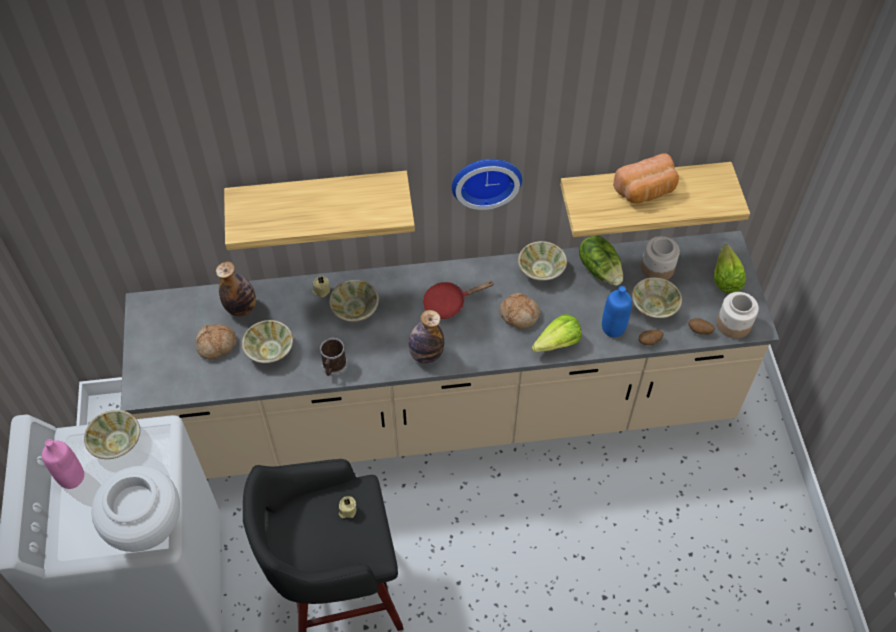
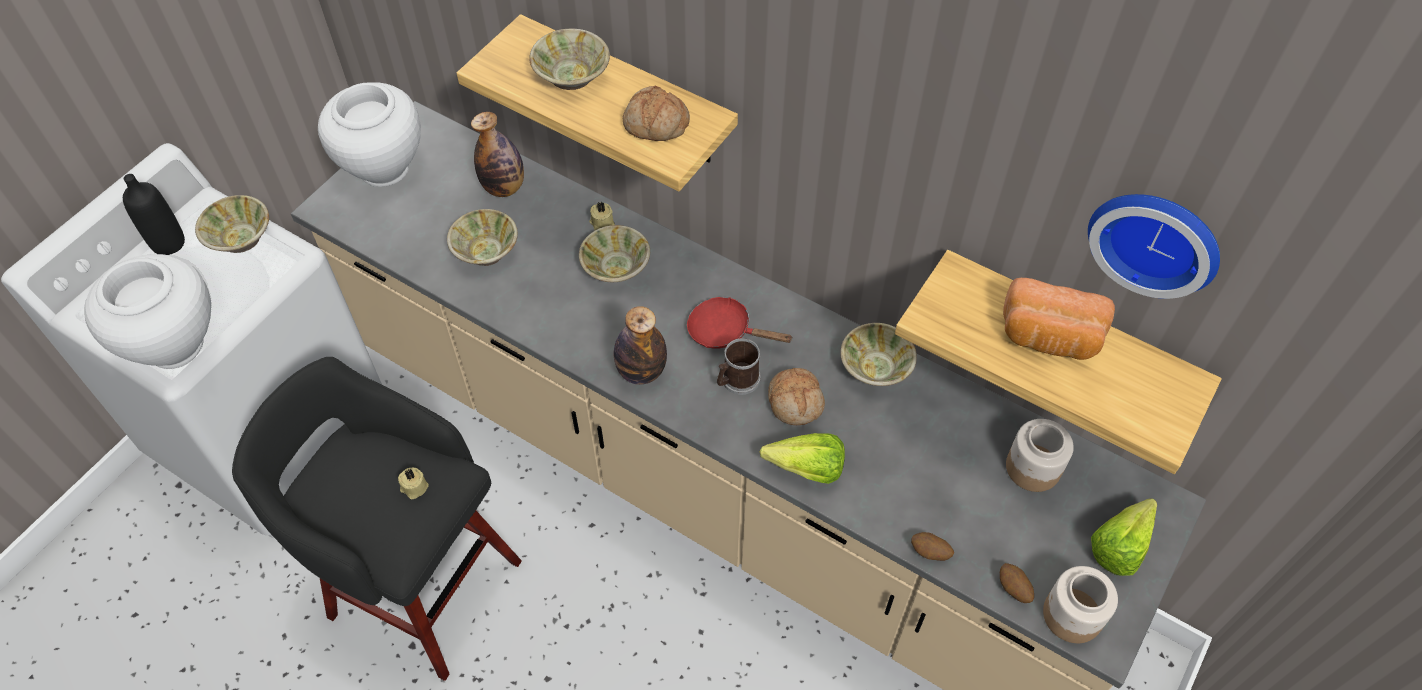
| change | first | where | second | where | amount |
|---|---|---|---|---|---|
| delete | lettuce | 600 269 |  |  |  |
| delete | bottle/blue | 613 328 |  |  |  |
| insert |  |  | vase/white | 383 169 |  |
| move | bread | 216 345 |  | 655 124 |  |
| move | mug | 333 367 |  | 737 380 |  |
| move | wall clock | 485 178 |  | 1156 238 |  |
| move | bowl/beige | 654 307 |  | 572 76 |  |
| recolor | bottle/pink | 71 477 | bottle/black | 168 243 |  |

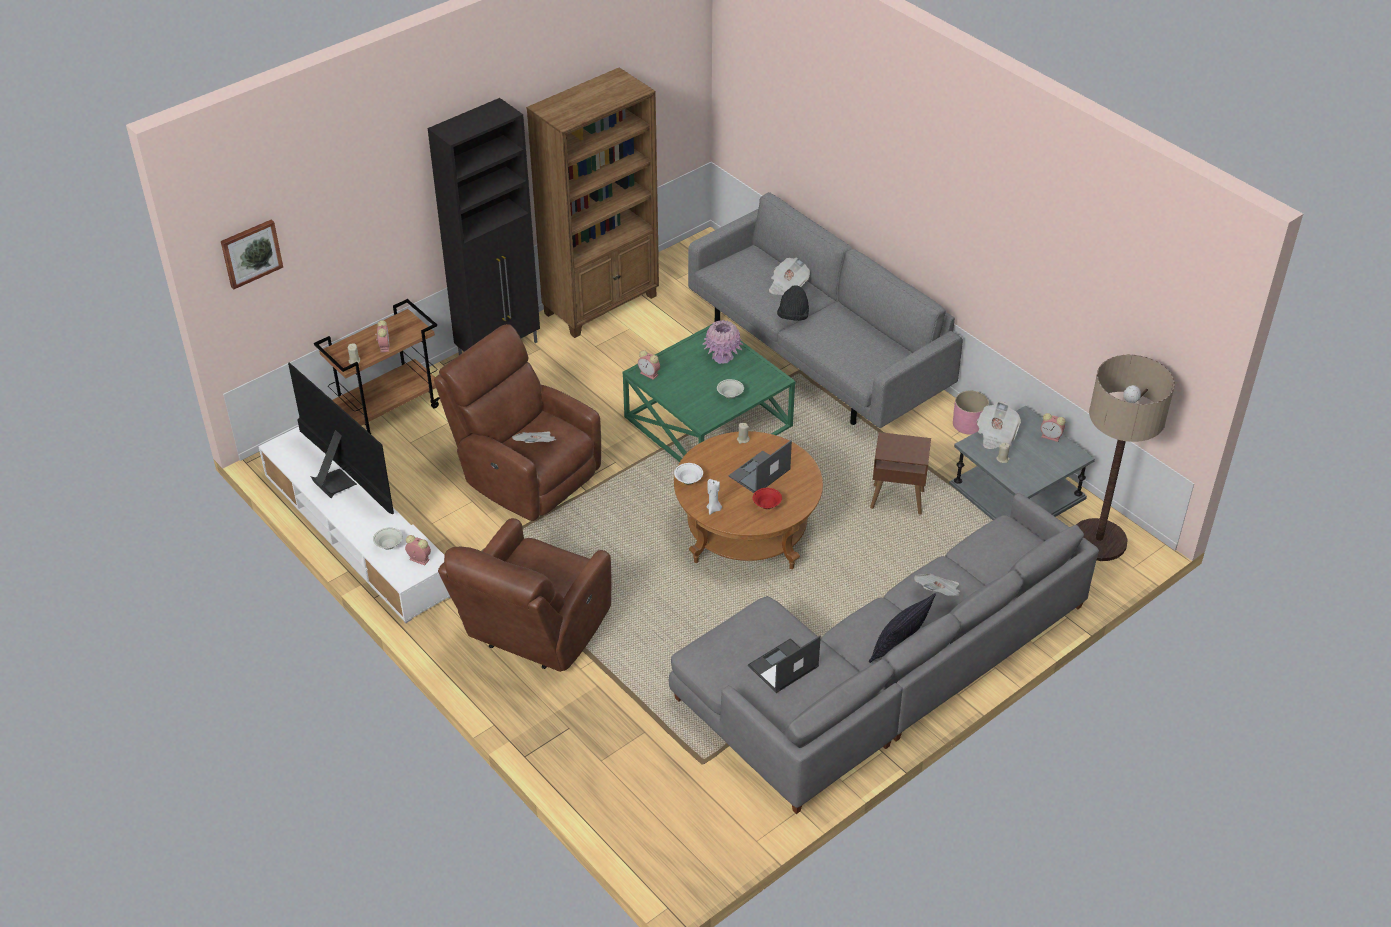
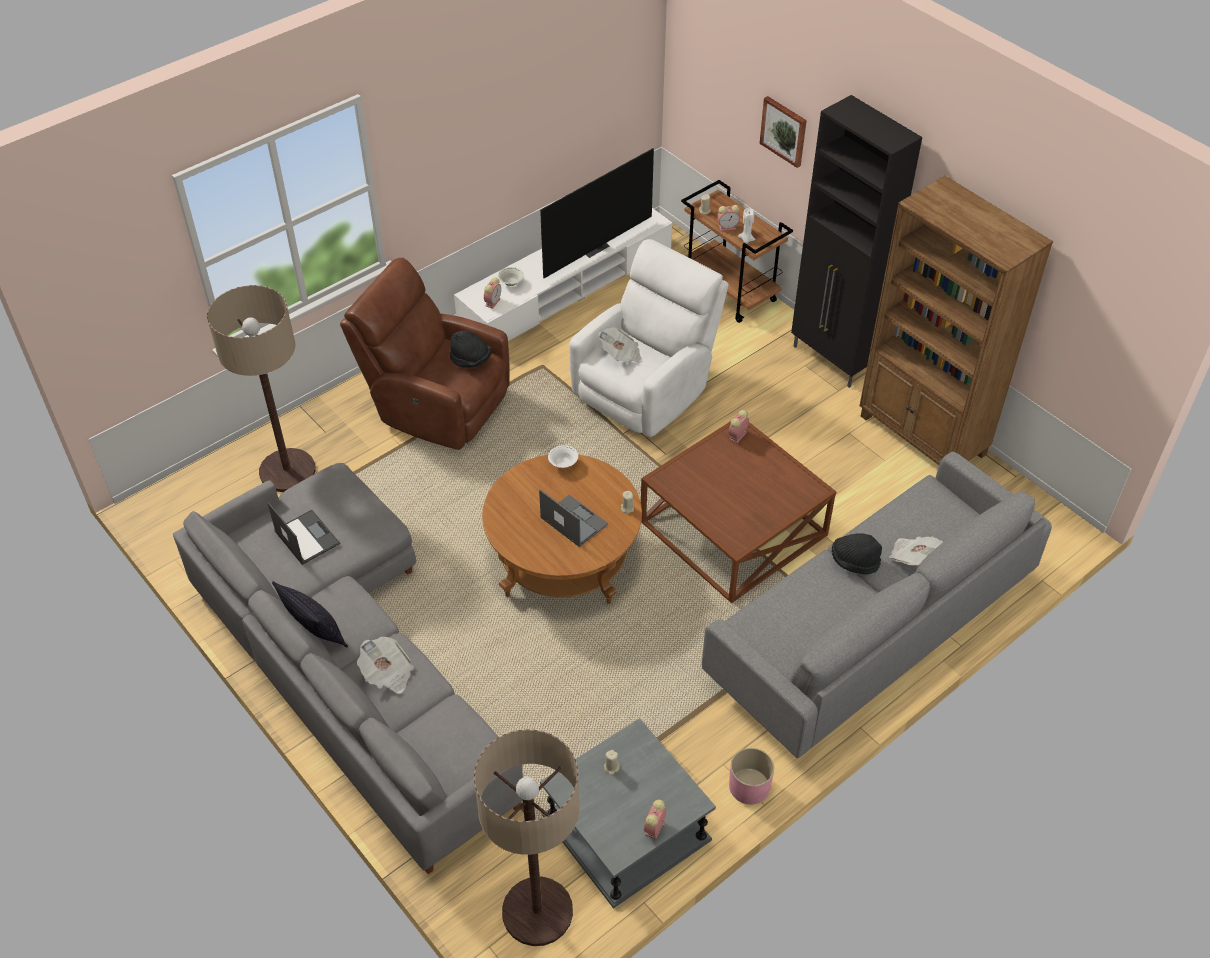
| change | first | where | second | where | amount |
|---|---|---|---|---|---|
| delete | vase/pink | 722 357 |  |  |  |
| delete | bowl/white | 730 396 |  |  |  |
| delete | bowl/red | 767 505 |  |  |  |
| delete | side table/brown | 896 499 |  |  |  |
| delete | newspaper | 996 435 |  |  |  |
| insert |  |  | floor lamp | 287 471 |  |
| insert |  |  | hat/black | 471 360 |  |
| move | picture | 251 253 |  | 784 131 |  |
| move | candle/white | 713 509 |  | 746 240 |  |
| recolor | armchair/brown | 526 474 | armchair/white | 645 389 |  |
| recolor | coffee table/green | 709 421 | coffee table/brown | 734 529 |  |

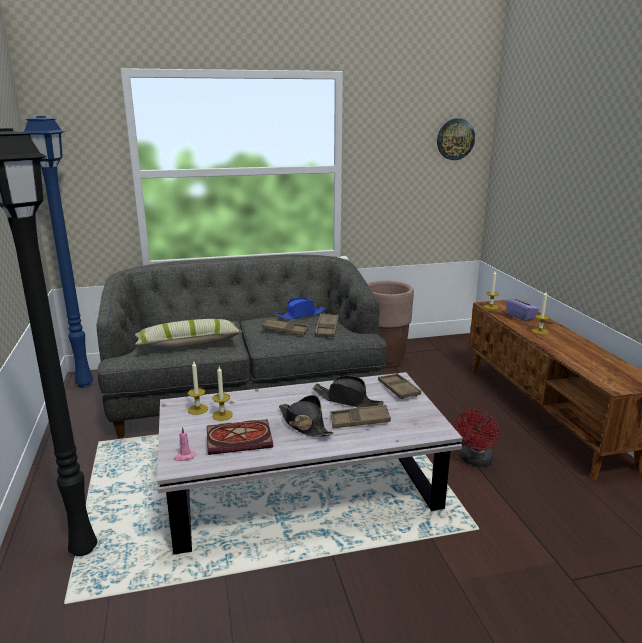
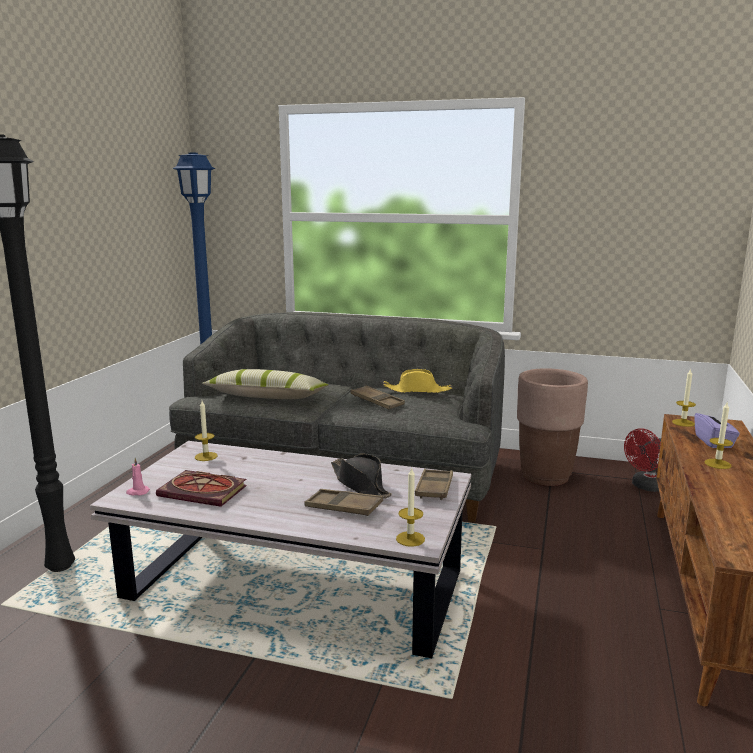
| change | first | where | second | where | amount |
|---|---|---|---|---|---|
| delete | hat/black | 304 424 |  |  |  |
| delete | tray/brown | 327 328 |  |  |  |
| delete | wall clock | 455 139 |  |  |  |
| move | candle | 222 415 |  | 410 539 |  |
| move | fan/red | 475 461 |  | 645 486 |  |
| recolor | hat/blue | 301 315 | hat/yellow | 417 390 |  |

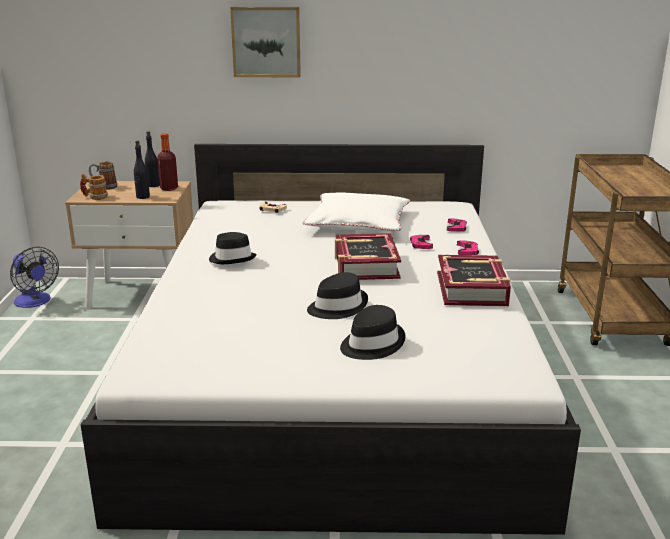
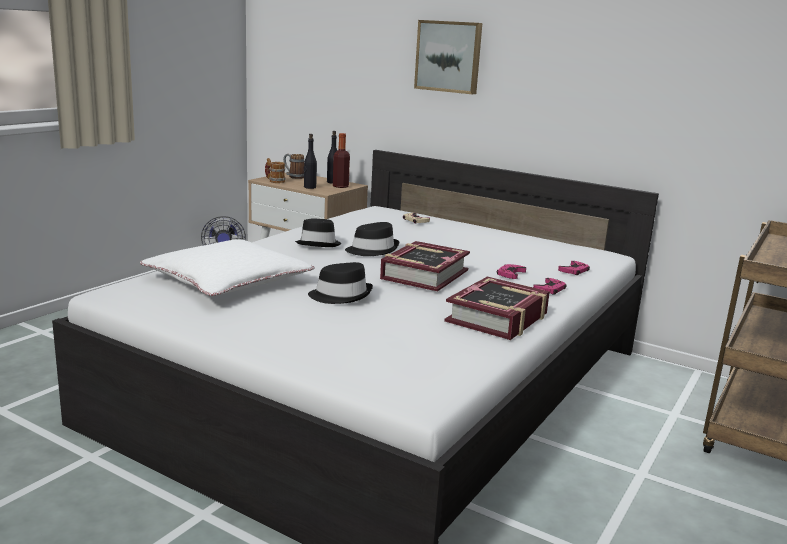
| change | first | where | second | where | amount |
|---|---|---|---|---|---|
| move | pillow/white | 358 222 |  | 228 280 |  |
| move | hat/black | 371 344 |  | 372 250 |  |

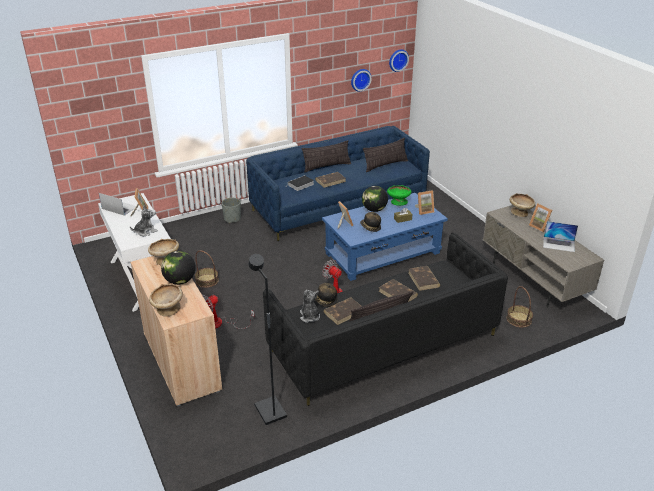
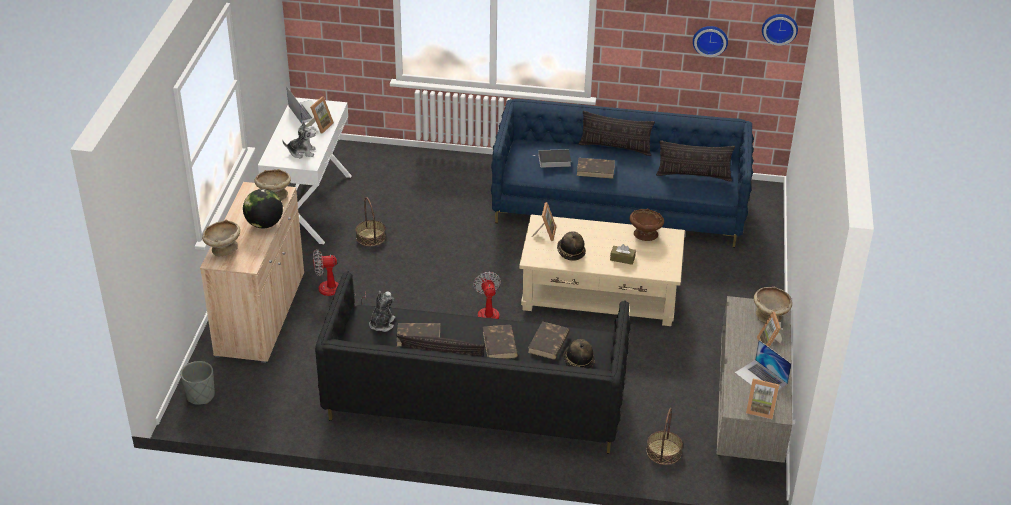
| change | first | where | second | where | amount |
|---|---|---|---|---|---|
| delete | floor lamp/black | 269 411 |  |  |  |
| delete | globe | 374 210 |  |  |  |
| move | planter/grey | 232 219 |  | 200 395 |  |
| move | hat | 325 300 |  | 578 361 |  |
| move | picture frame | 424 210 |  | 760 409 |  |
| recolor | coffee table/blue | 383 253 | coffee table/beige | 600 294 |  |
| recolor | bowl/green | 398 202 | bowl/brown | 645 234 |  |

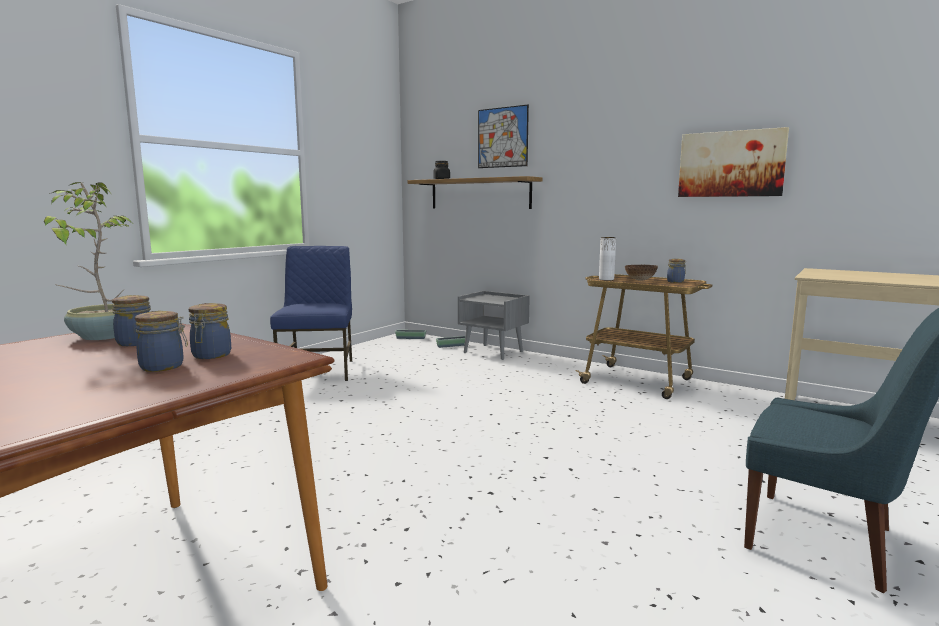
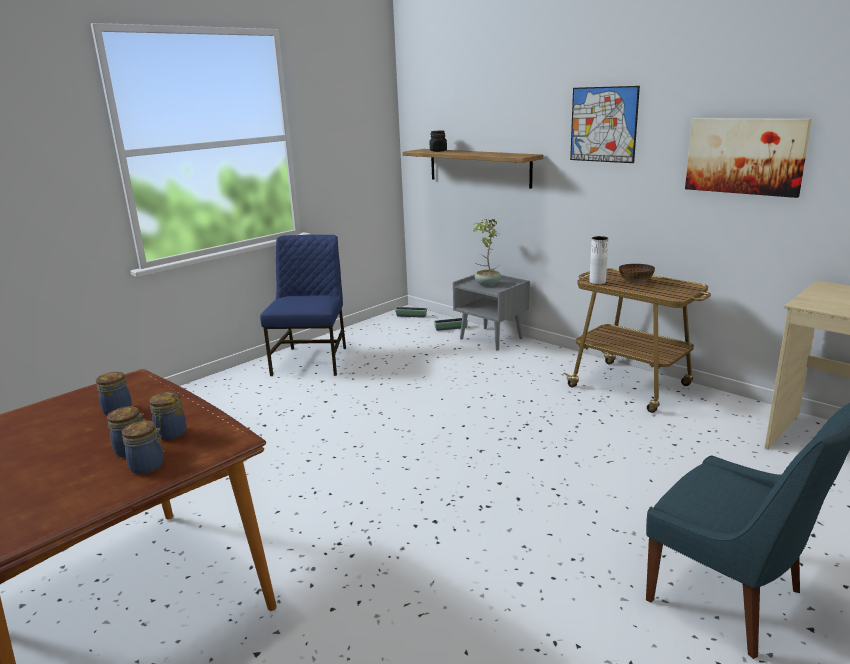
| change | first | where | second | where | amount |
|---|---|---|---|---|---|
| move | potted plant | 101 336 |  | 487 284 |  |
| move | picture | 502 137 |  | 603 124 |  |
| move | jar | 676 281 |  | 148 466 |  |

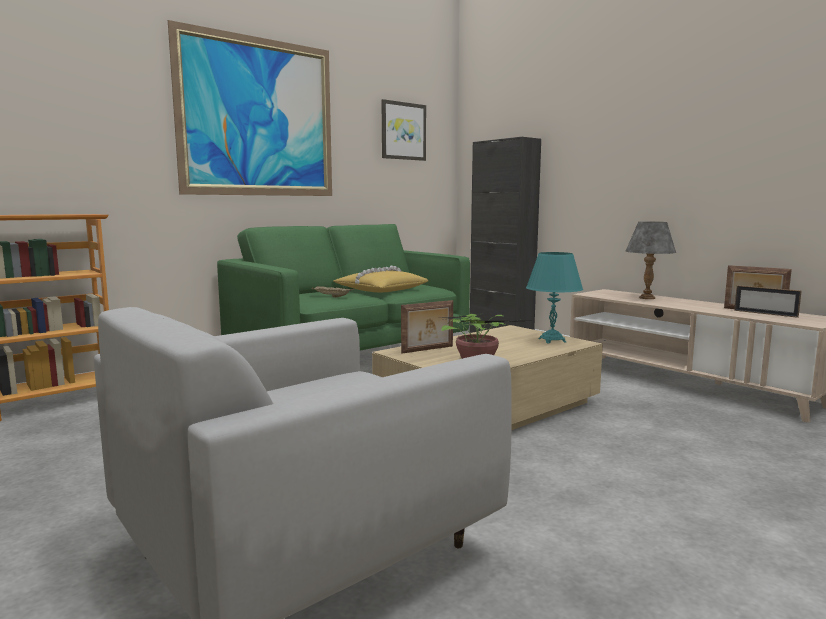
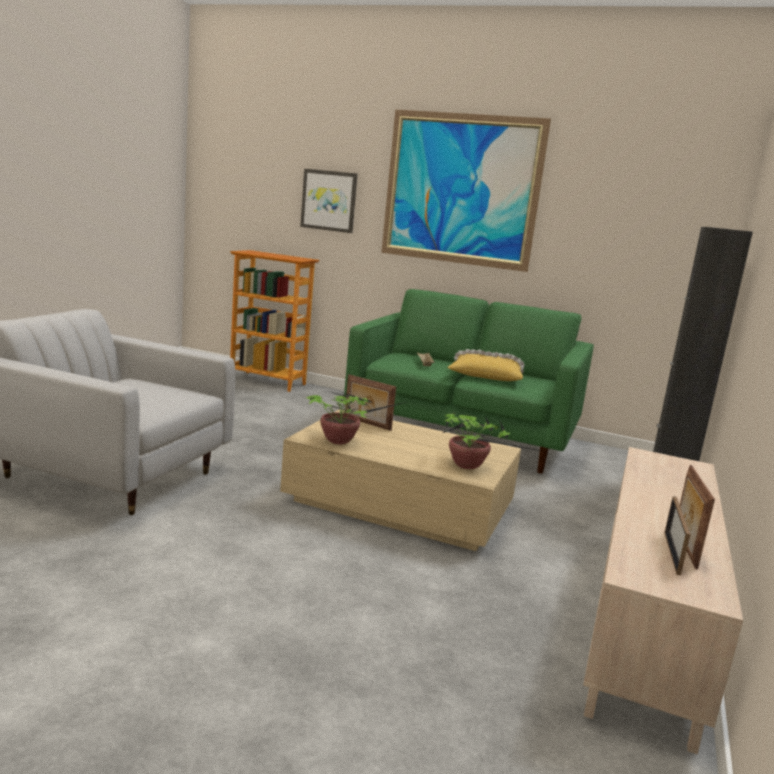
| change | first | where | second | where | amount |
|---|---|---|---|---|---|
| delete | table lamp/grey | 647 298 |  |  |  |
| move | picture | 403 131 |  | 329 200 |  |
| replace | table lamp/turquoise | 552 340 | potted plant | 469 466 |  |

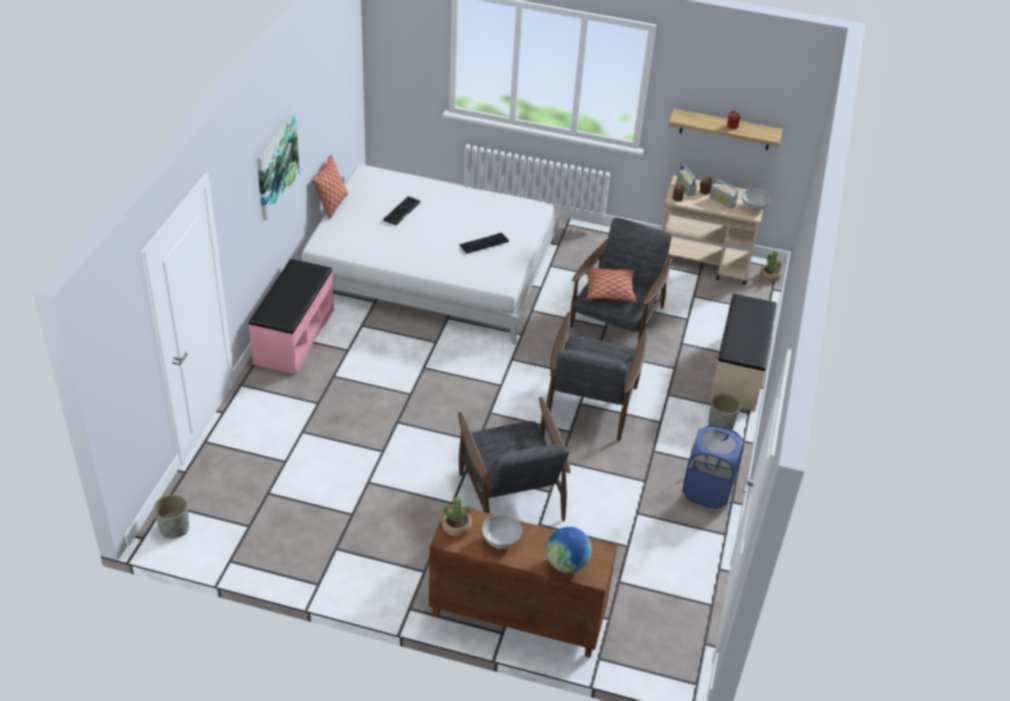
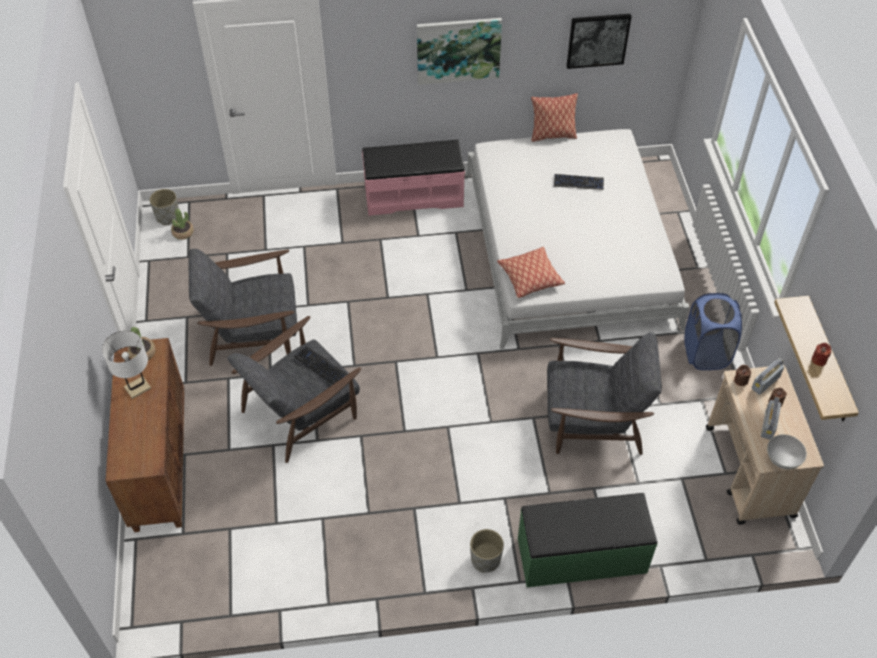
| change | first | where | second | where | amount |
|---|---|---|---|---|---|
| delete | globe | 567 563 |  |  |  |
| insert |  |  | picture | 597 40 |  |
| move | keyboard | 483 243 |  | 320 366 |  |
| move | armchair/grey | 590 402 |  | 253 331 |  |
| move | pillow | 609 291 |  | 530 277 |  |
| move | laundry basket/blue | 707 491 |  | 705 353 |  |
| move | potted plant | 770 276 |  | 183 233 |  |
| replace | bowl/white | 500 540 | table lamp/white | 137 388 |  |
| recolor | bench/beige | 739 371 | bench/green | 582 556 |  |

